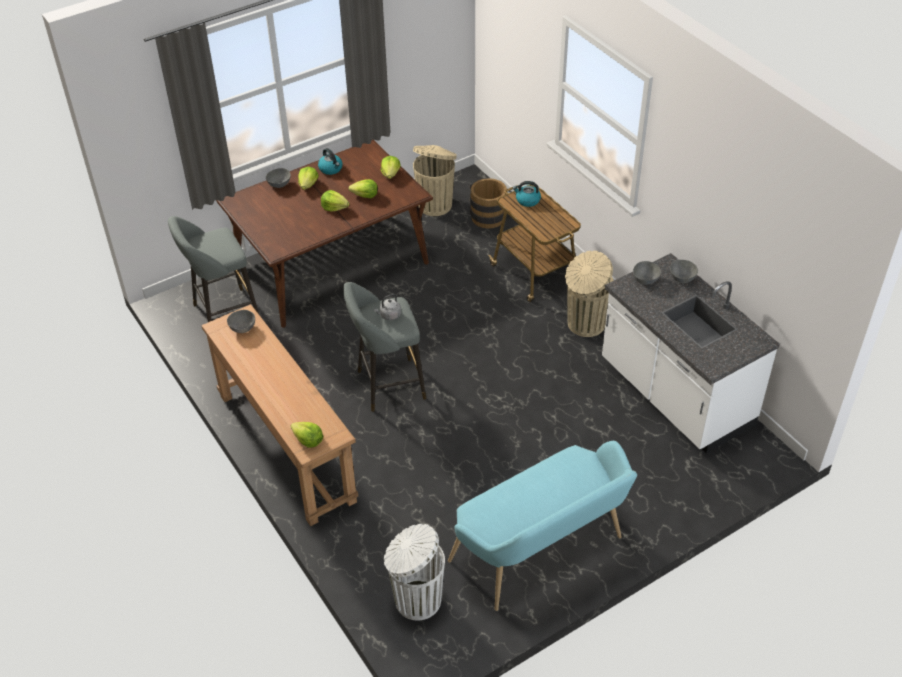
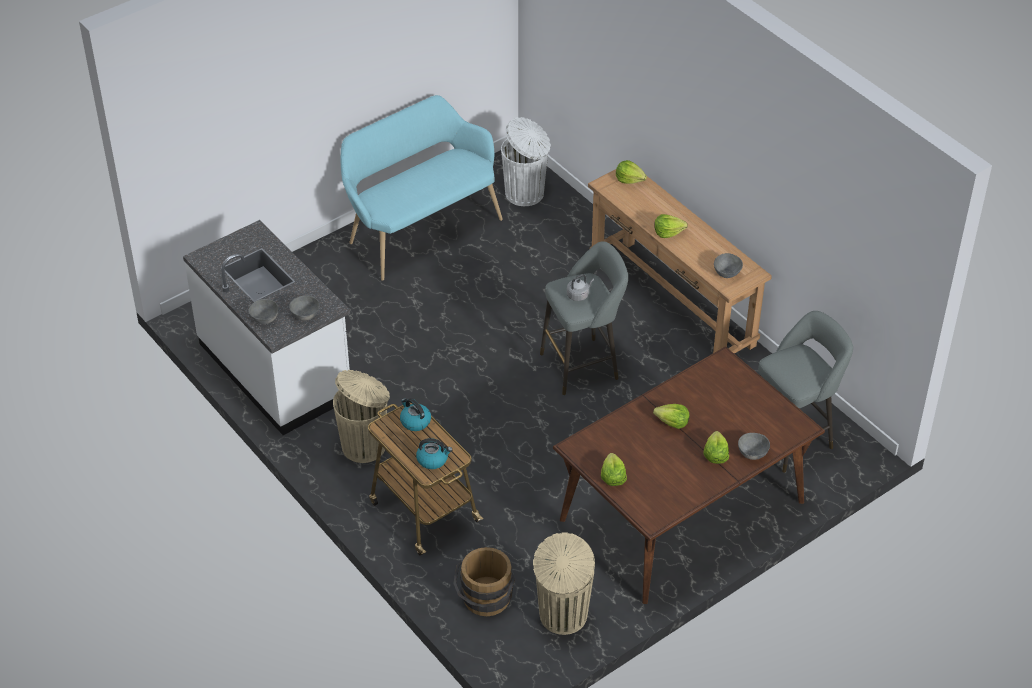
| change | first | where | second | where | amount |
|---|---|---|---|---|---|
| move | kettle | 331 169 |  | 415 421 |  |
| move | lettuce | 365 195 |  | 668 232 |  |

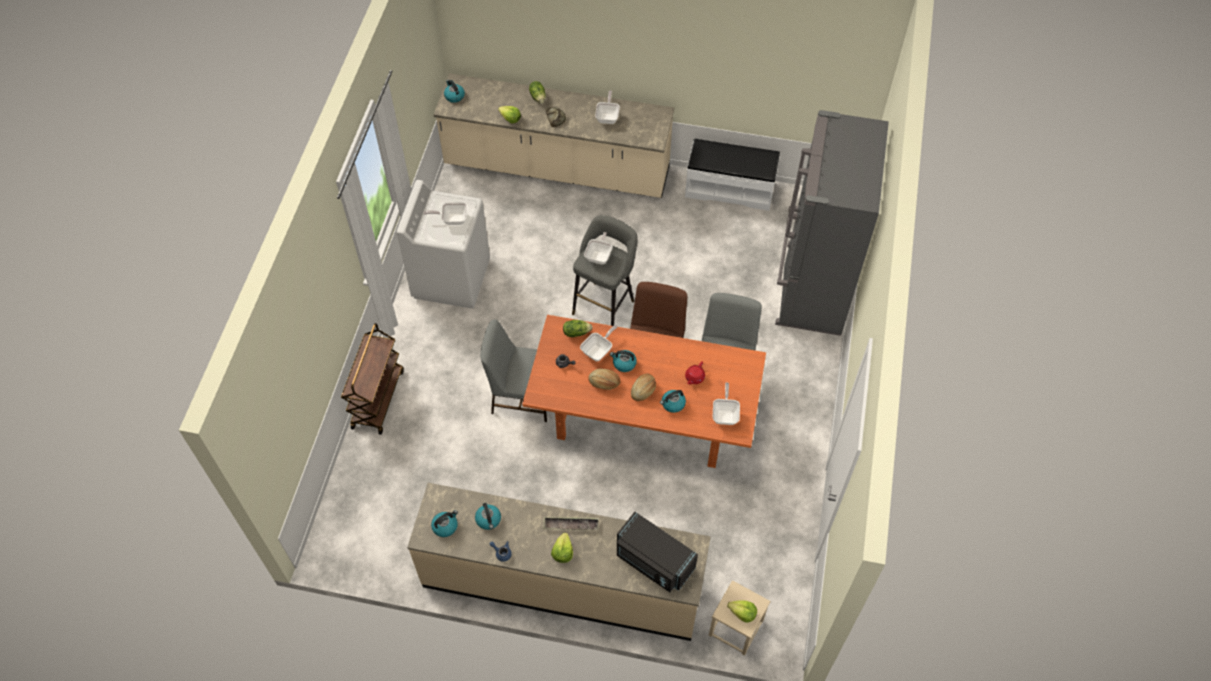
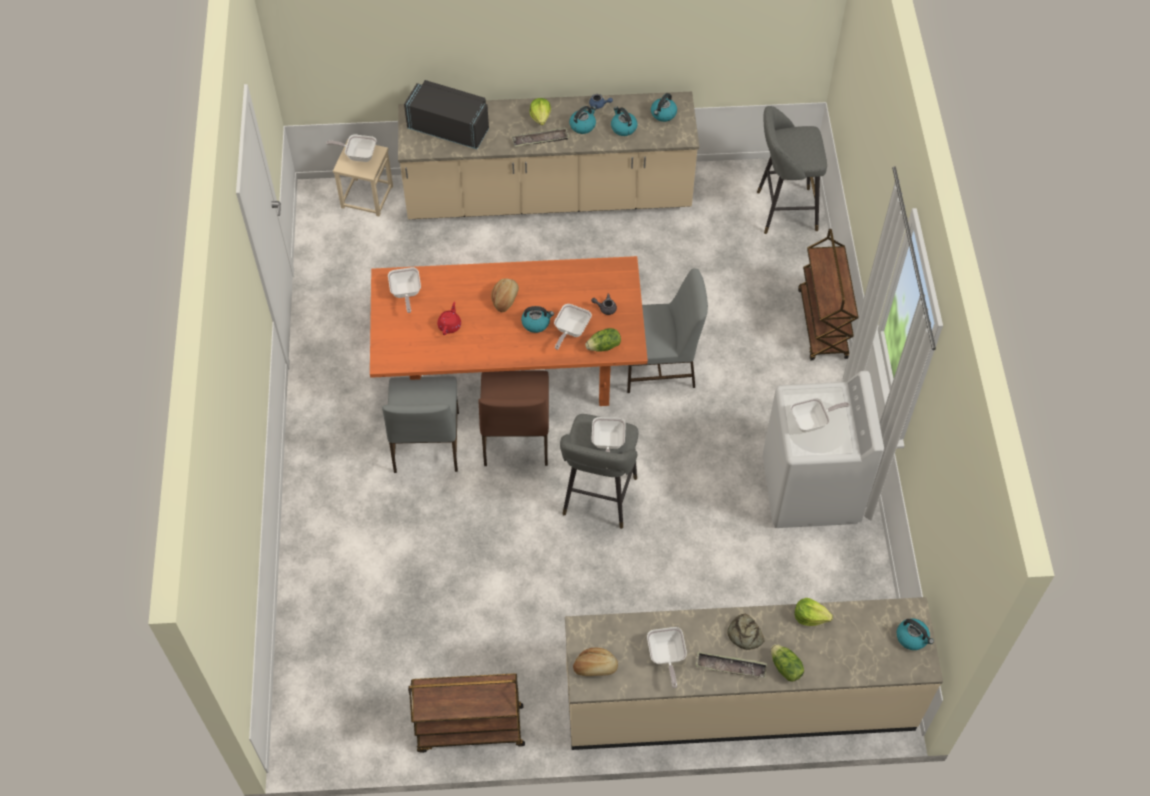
| change | first | where | second | where | amount |
|---|---|---|---|---|---|
| delete | fridge/grey | 811 288 |  |  |  |
| insert |  |  | tray | 730 667 |  |
| insert |  |  | stool/grey | 782 211 |  |
| move | bread | 604 382 |  | 595 667 |  |
| move | kettle | 673 404 |  | 583 125 |  |
| replace | bench/white | 729 189 | cart/brown | 469 729 |  |
| replace | lettuce | 742 613 | frying pan | 358 155 |  |

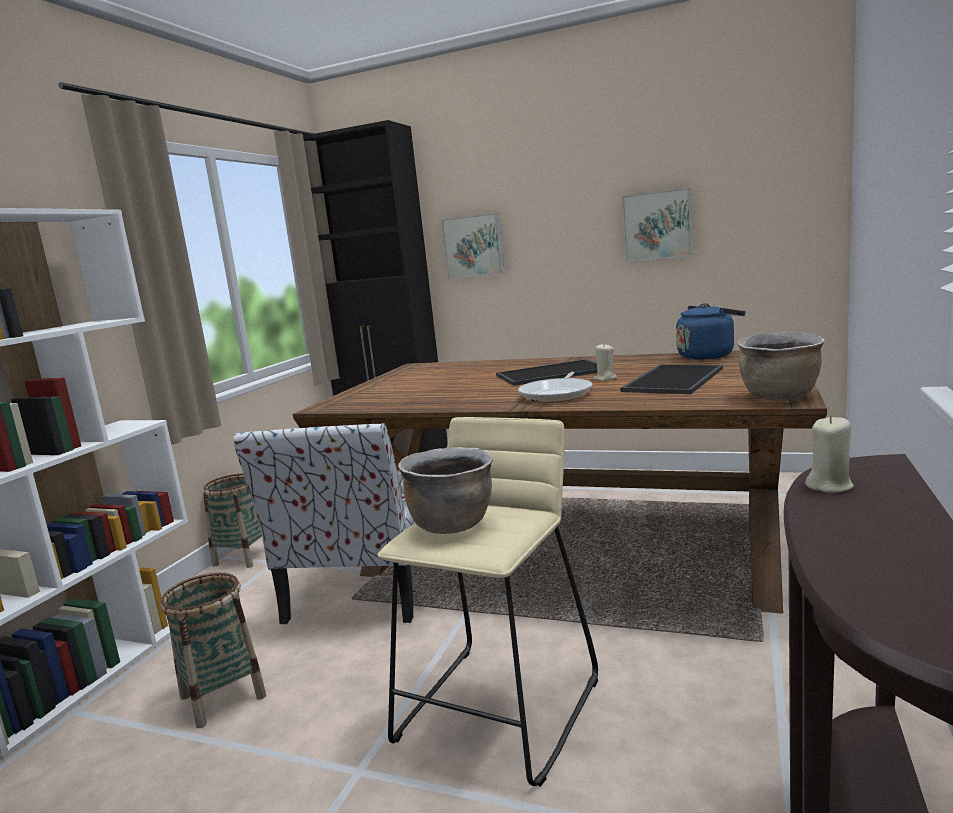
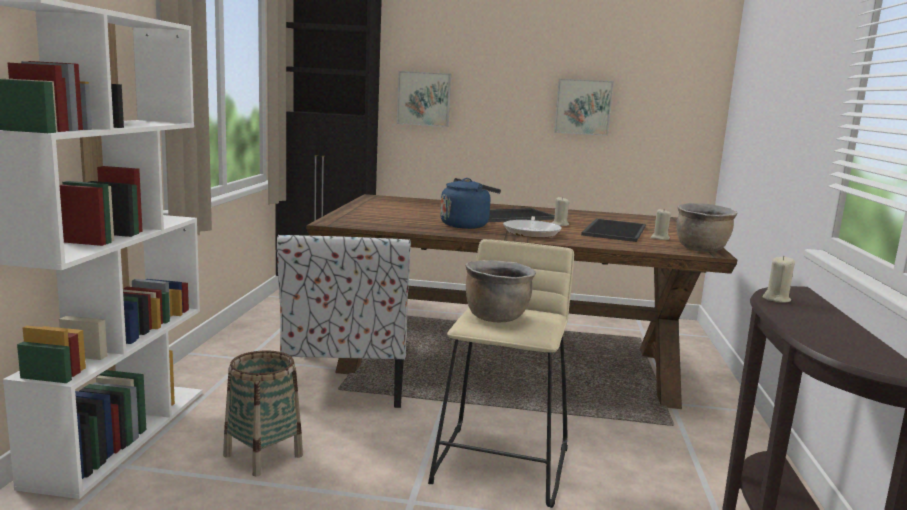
| change | first | where | second | where | amount |
|---|---|---|---|---|---|
| delete | basket | 244 556 |  |  |  |
| insert |  |  | candle/beige | 660 238 |  |
| move | kettle/blue | 708 355 |  | 466 225 |  |

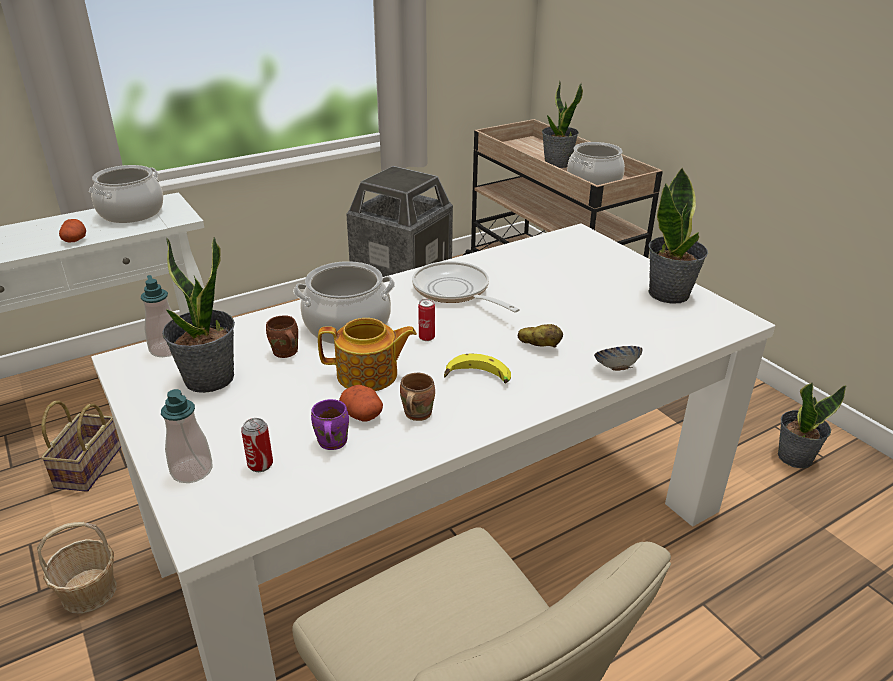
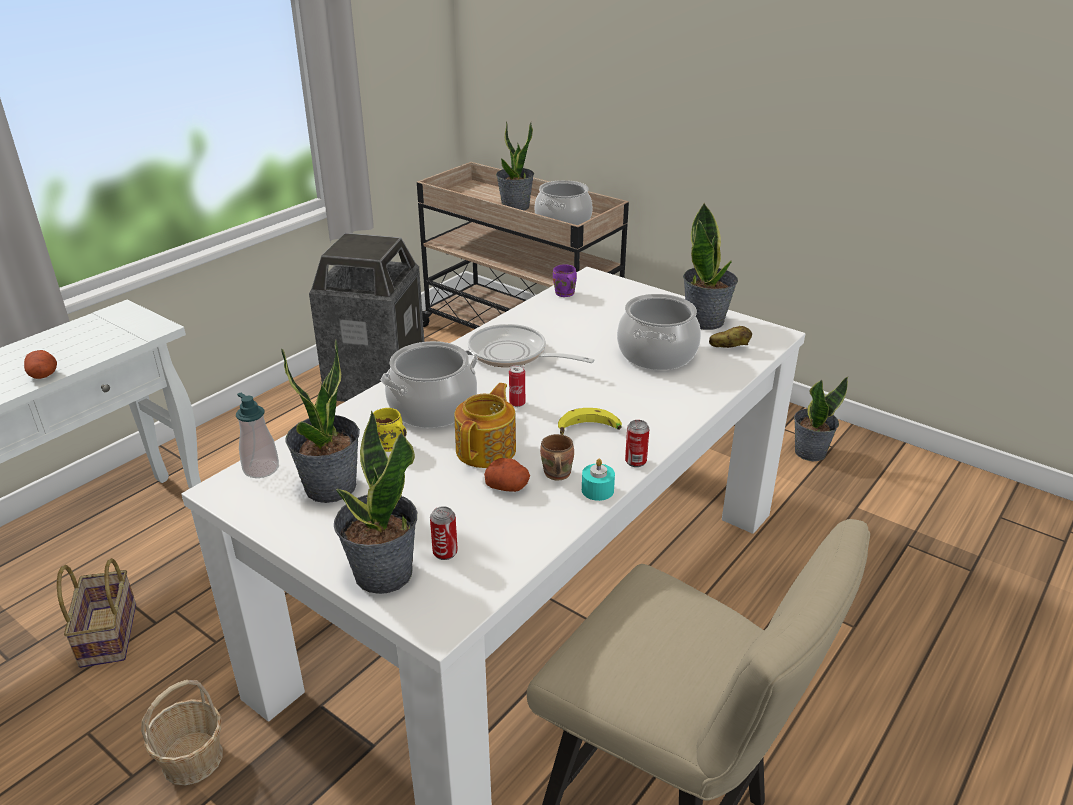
| change | first | where | second | where | amount |
|---|---|---|---|---|---|
| delete | bowl | 616 369 |  |  |  |
| insert |  |  | candle/turquoise | 597 490 |  |
| insert |  |  | can | 635 461 |  |
| move | cooking pot | 131 213 |  | 656 354 |  |
| move | mug/purple | 330 443 |  | 564 294 |  |
| move | potato | 539 346 |  | 729 347 |  |
| replace | soap dispenser | 192 470 | potted plant | 382 574 |  |
| recolor | mug/brown | 285 353 | mug/yellow | 389 447 |  |
| rotate | teapot | 368 375 |  | 487 449 | 45 degrees counterclockwise |

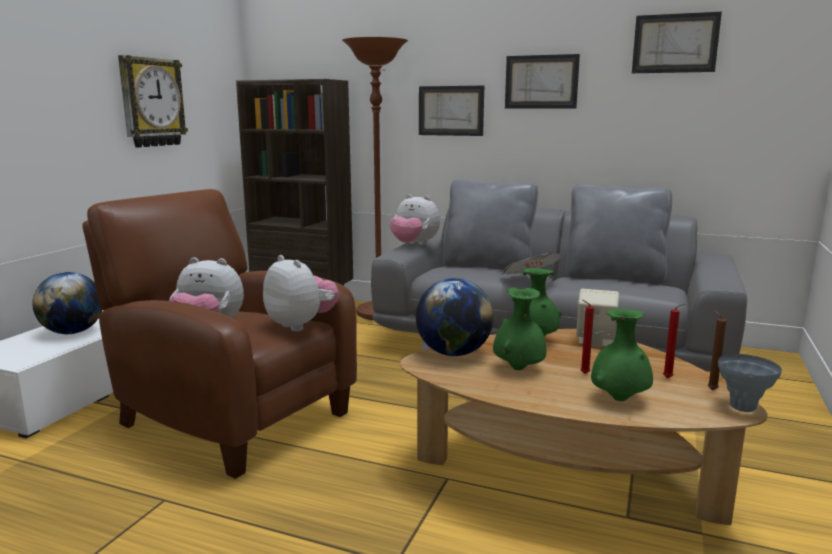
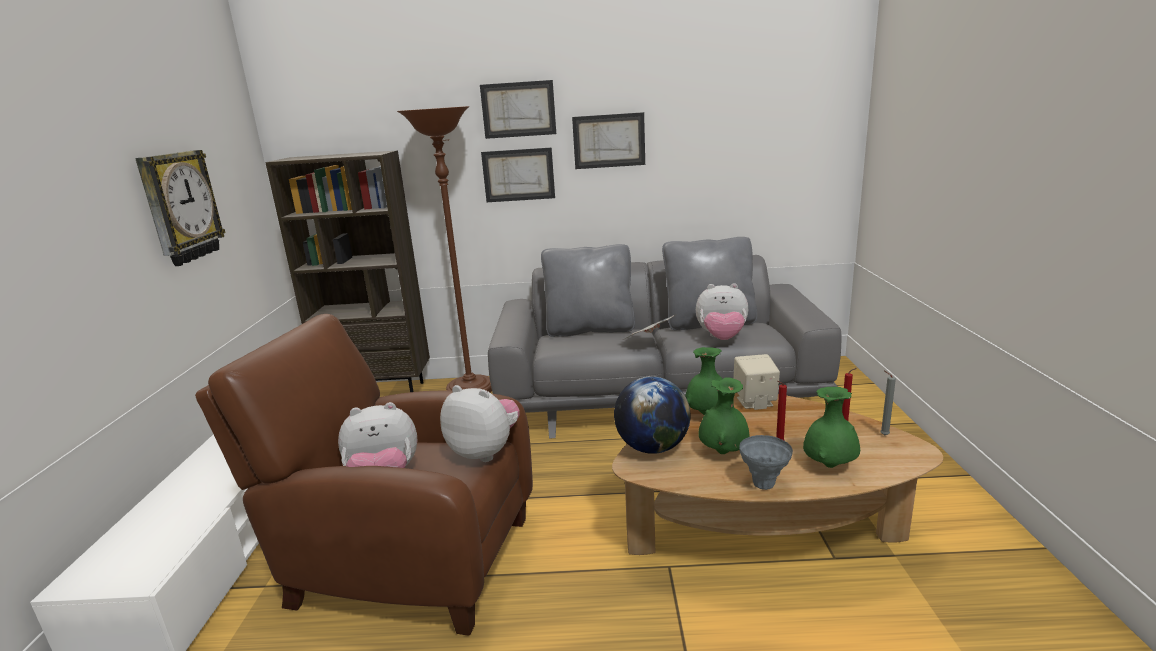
| change | first | where | second | where | amount |
|---|---|---|---|---|---|
| delete | globe | 73 332 |  |  |  |
| move | plush toy | 414 245 |  | 722 338 |  |
| move | picture | 675 43 |  | 518 109 |  |
| move | vase/grey | 743 408 |  | 764 484 |  |
| recolor | candle/brown | 710 389 | candle/grey | 883 435 |  |

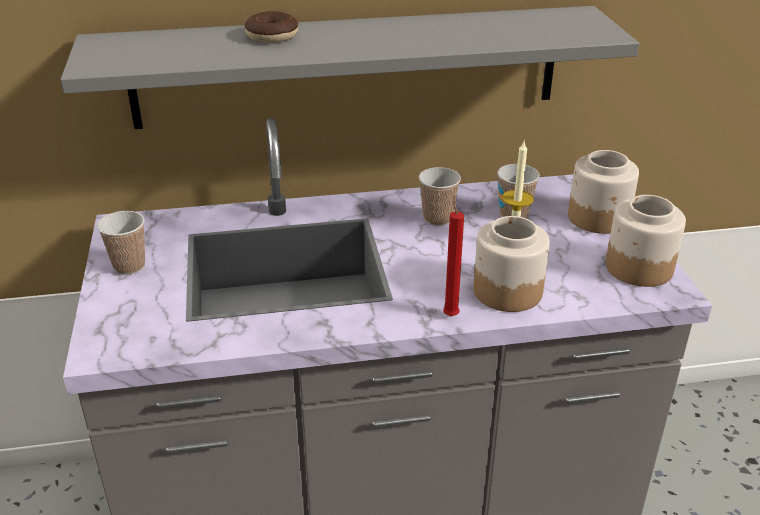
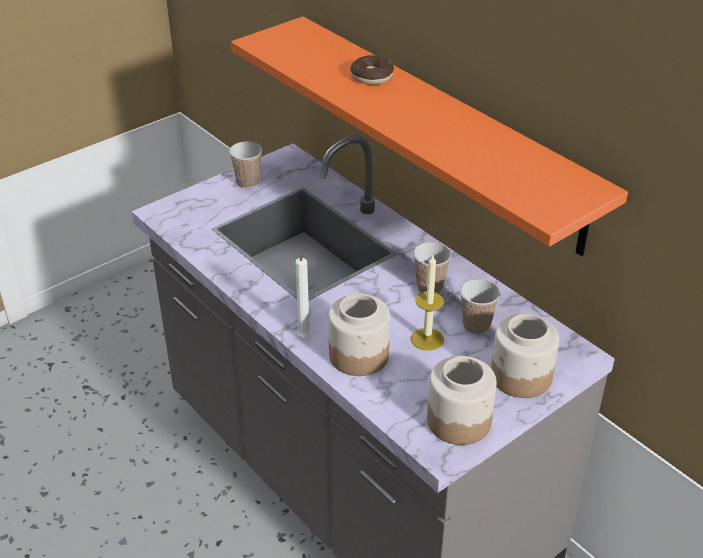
| change | first | where | second | where | amount |
|---|---|---|---|---|---|
| recolor | shelf/grey | 347 67 | shelf/orange | 441 130 |  |
| recolor | candle/red | 450 314 | candle/white | 306 336 |  |

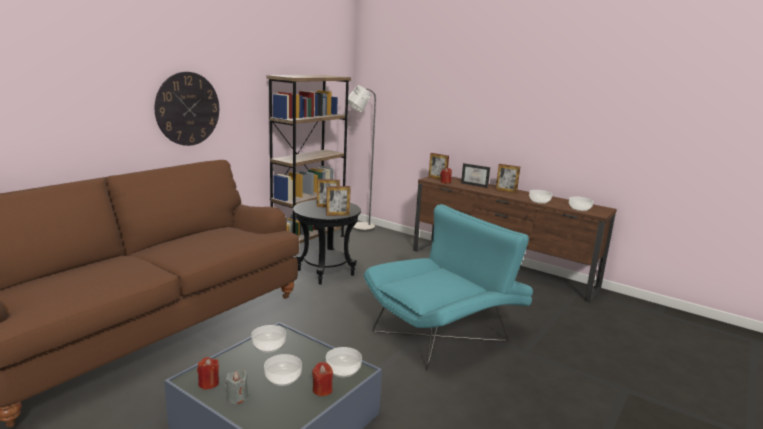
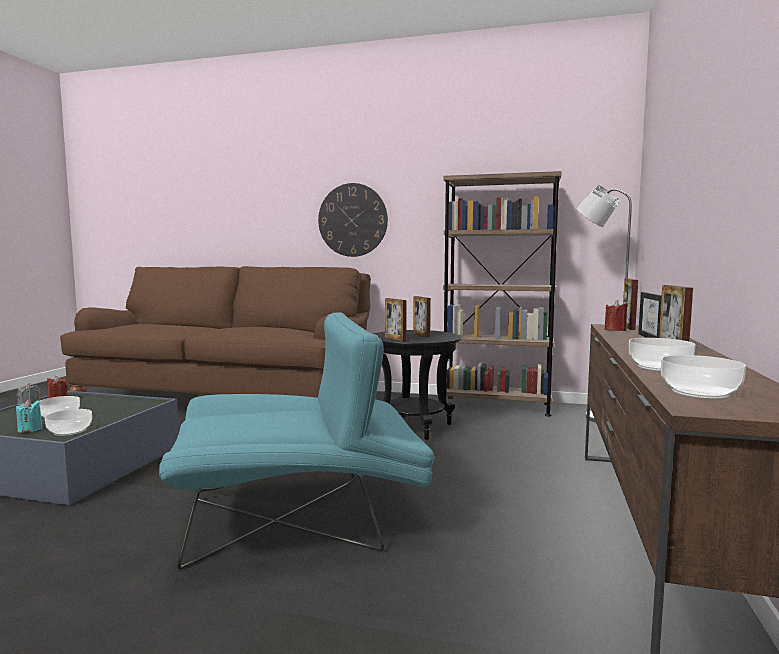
| change | first | where | second | where | amount |
|---|---|---|---|---|---|
| delete | bowl | 268 346 |  |  |  |
| recolor | candle/red | 322 390 | candle/turquoise | 30 429 |  |
| rotate | armchair/turquoise | 445 332 |  | 300 519 | 45 degrees counterclockwise |

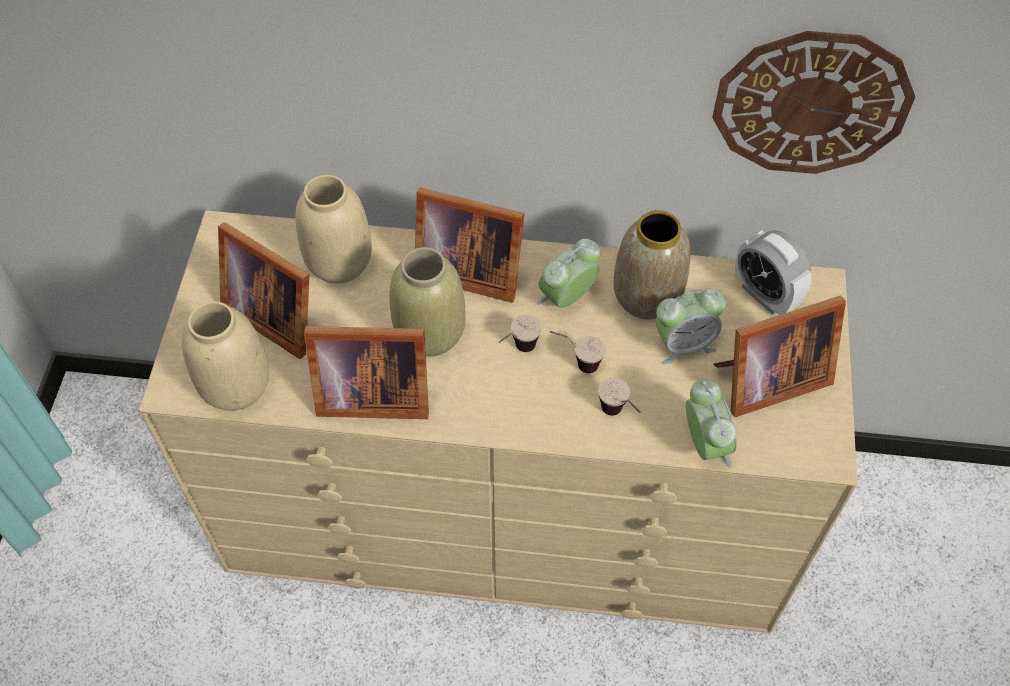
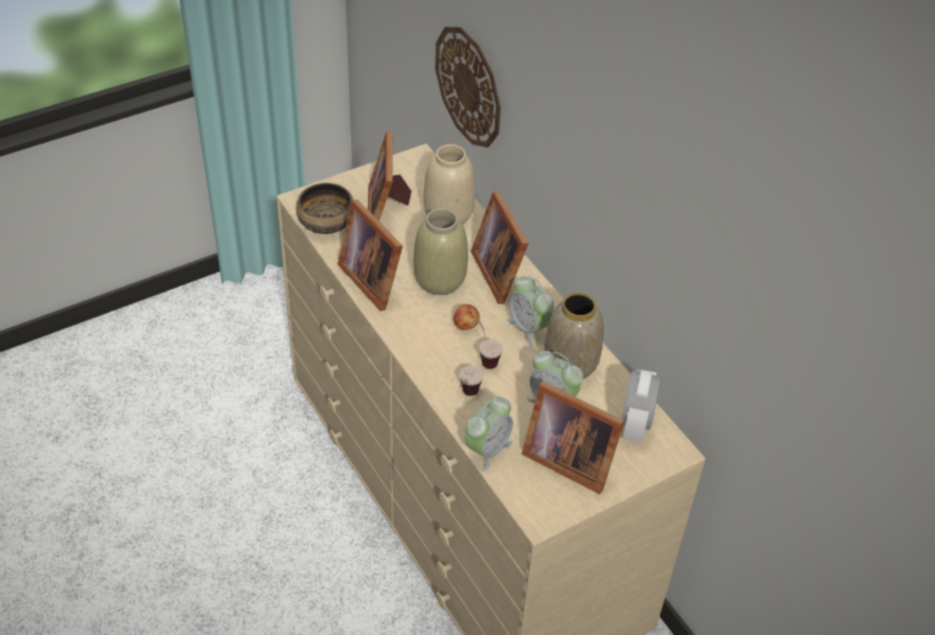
| change | first | where | second | where | amount |
|---|---|---|---|---|---|
| move | wall clock | 811 103 |  | 469 86 |  |
| replace | vase/beige | 236 384 | bowl | 327 222 |  |
| replace | cup | 517 352 | apple | 466 326 |  |
| rotate | alarm clock | 567 298 |  | 529 328 | 135 degrees counterclockwise |

